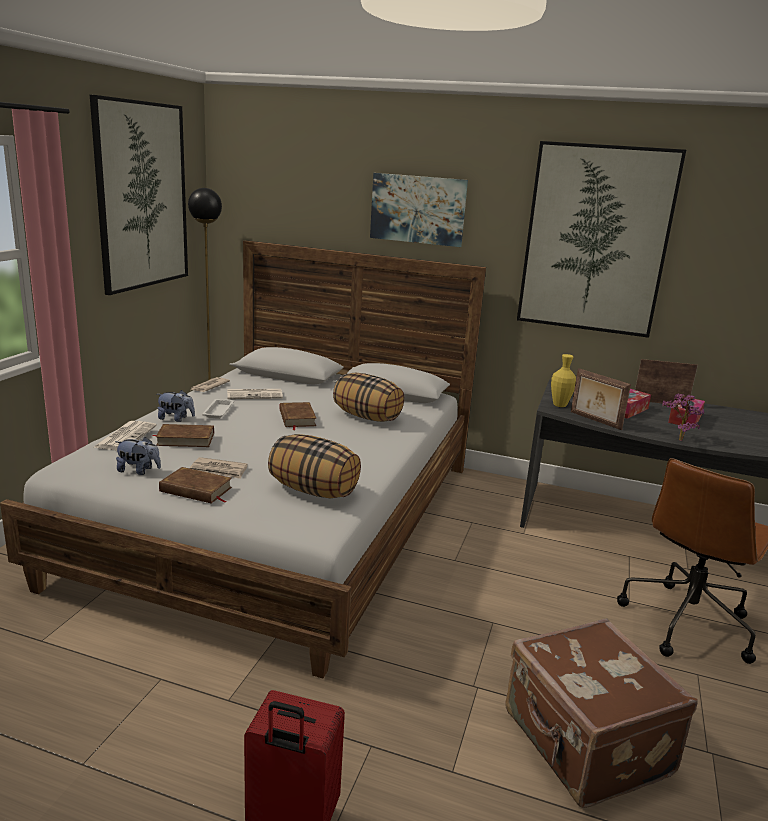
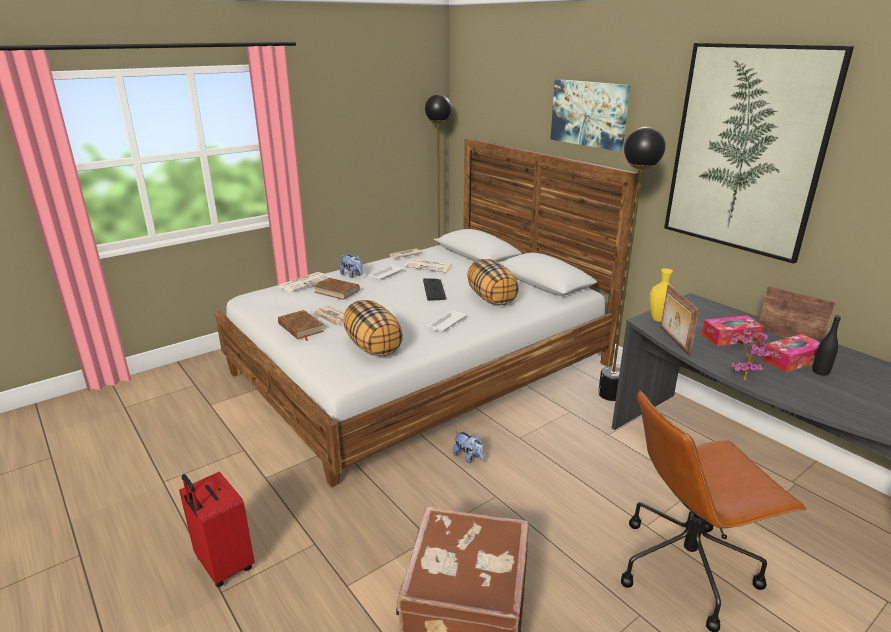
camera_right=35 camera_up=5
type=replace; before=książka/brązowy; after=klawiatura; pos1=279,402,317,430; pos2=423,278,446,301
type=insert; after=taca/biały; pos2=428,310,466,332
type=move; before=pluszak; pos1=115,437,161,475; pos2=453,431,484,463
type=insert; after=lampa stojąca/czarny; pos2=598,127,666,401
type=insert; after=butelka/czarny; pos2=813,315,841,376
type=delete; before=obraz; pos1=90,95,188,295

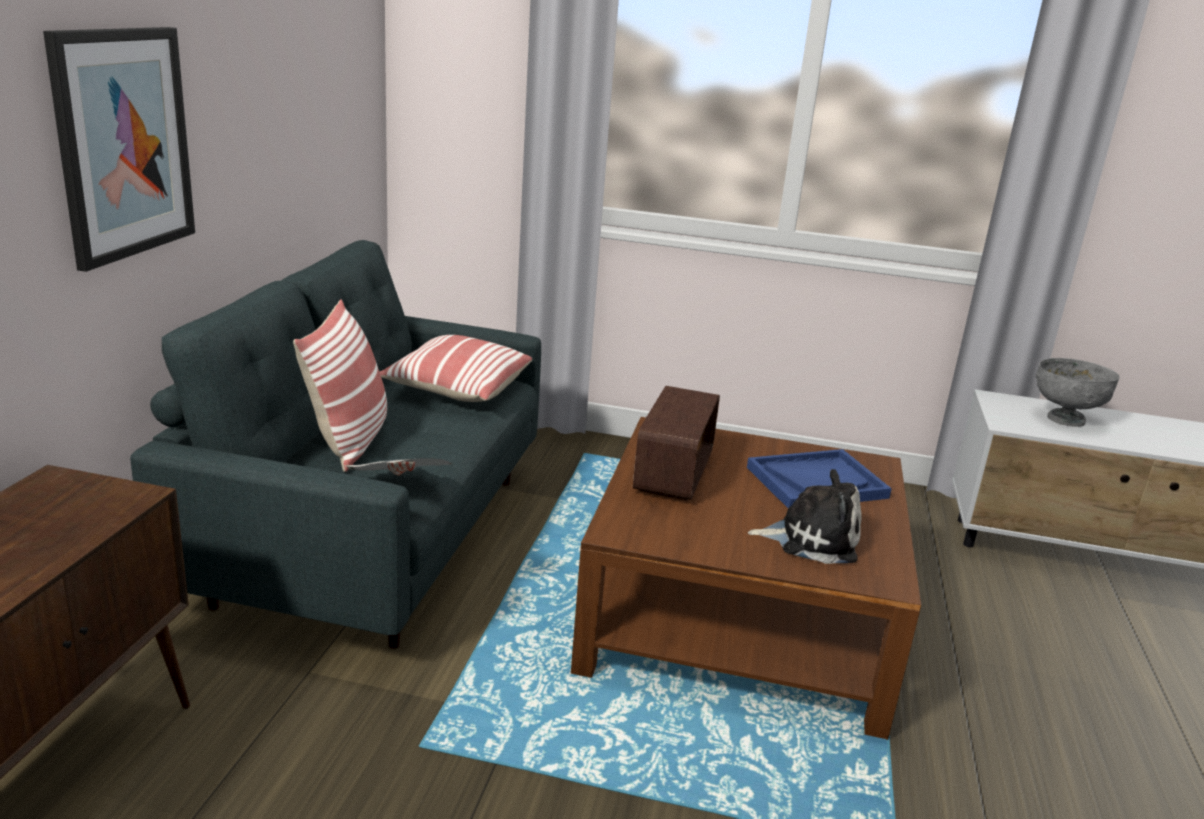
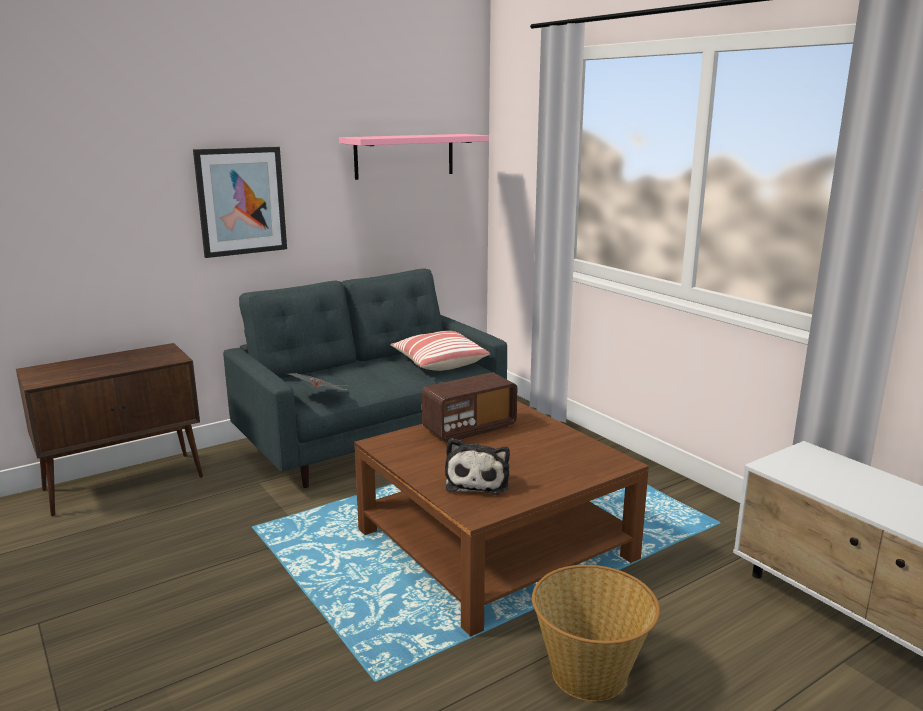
camera_right=45 camera_up=-5
type=insert; after=półka/różowy; pos2=339,134,489,180
type=rotate; before=pluszak; pos1=747,469,861,564; pos2=445,438,510,495; turn=45
type=insert; after=koszyk; pos2=532,565,660,701
type=delete; before=poduszka; pos1=293,299,387,472
type=delete; before=taca/niebieski; pos1=747,449,892,509
type=delete; before=miska/szary; pos1=1036,358,1120,427

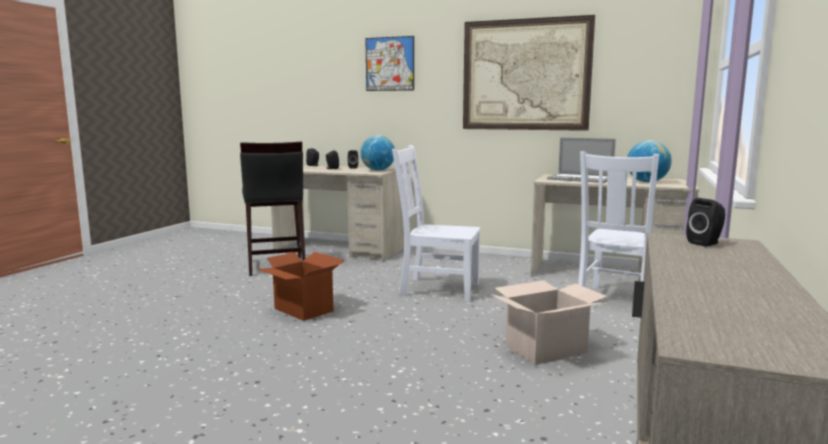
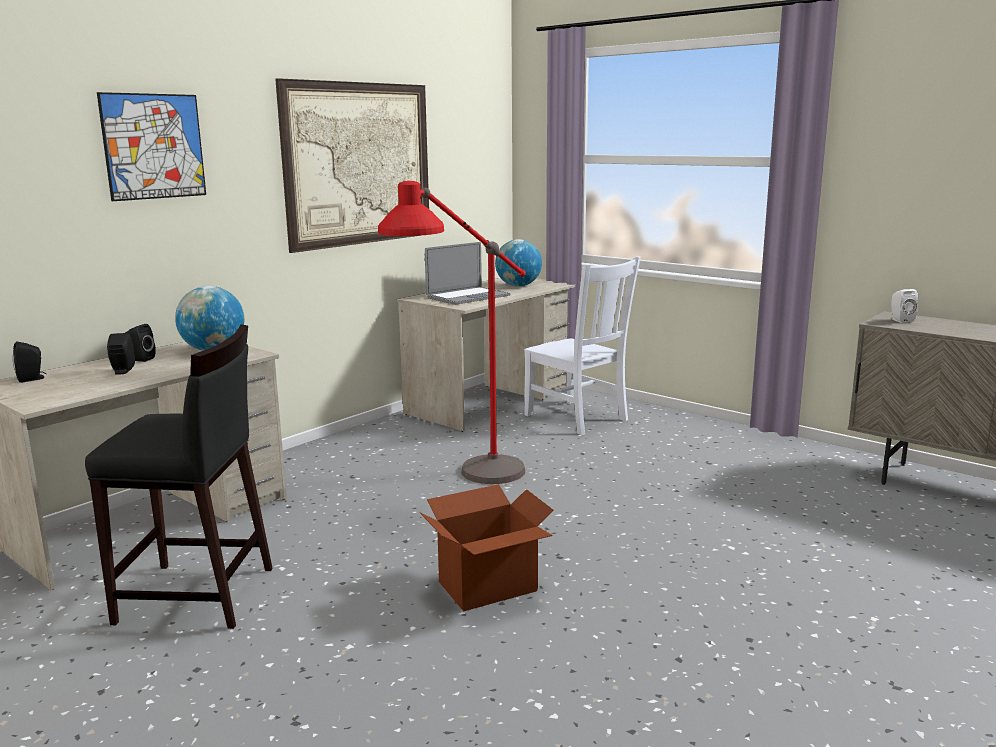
camera_right=-70 camera_up=5
type=replace; before=krzesło/biały; after=lampa stojąca/czerwony; pos1=392,145,480,301; pos2=378,181,526,484
type=recolor; before=głośnik/czarny; after=głośnik/biały; pos1=686,198,725,247; pos2=891,289,918,323
type=delete; before=karton; pos1=490,280,608,365

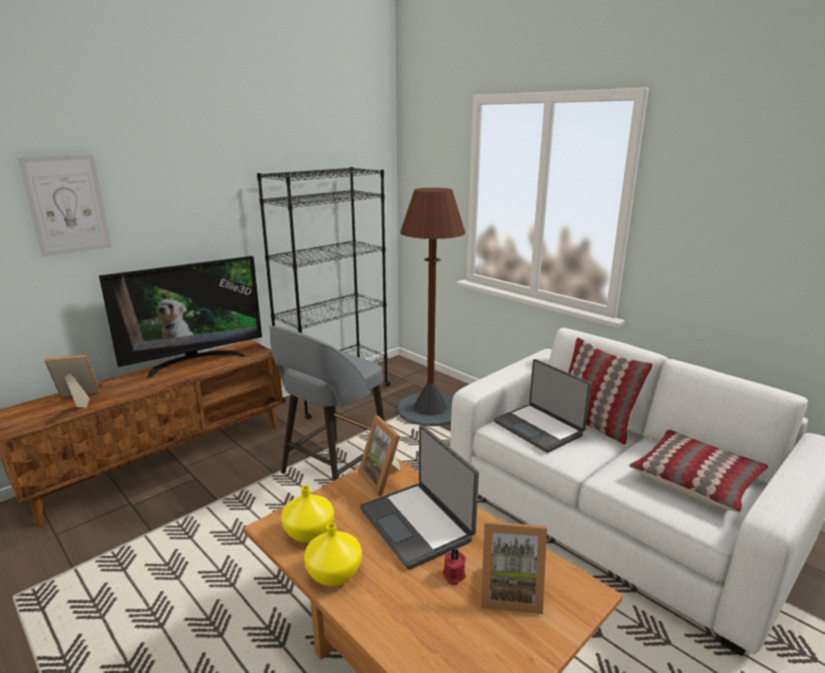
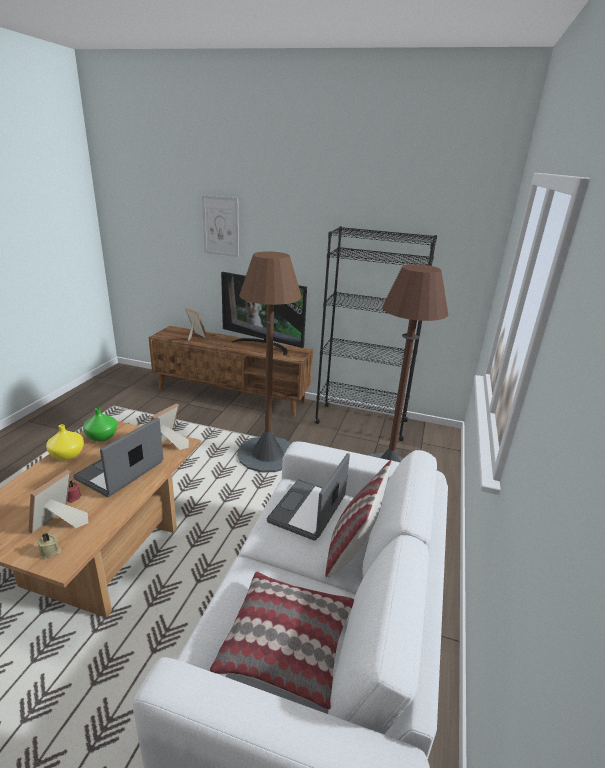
camera_right=60 camera_up=5
type=rotate; before=ramka na zdjęcie; pos1=481,521,547,614; pos2=29,469,88,534; turn=45
type=insert; after=świeca/beżowy; pos2=37,533,61,559
type=recolor; before=wazon/żółty; after=wazon/zielony; pos1=281,485,334,542; pos2=83,408,117,442
type=replace; before=stołek/szary; after=lampa stojąca/brązowy; pos1=270,326,385,481; pos2=237,251,302,472

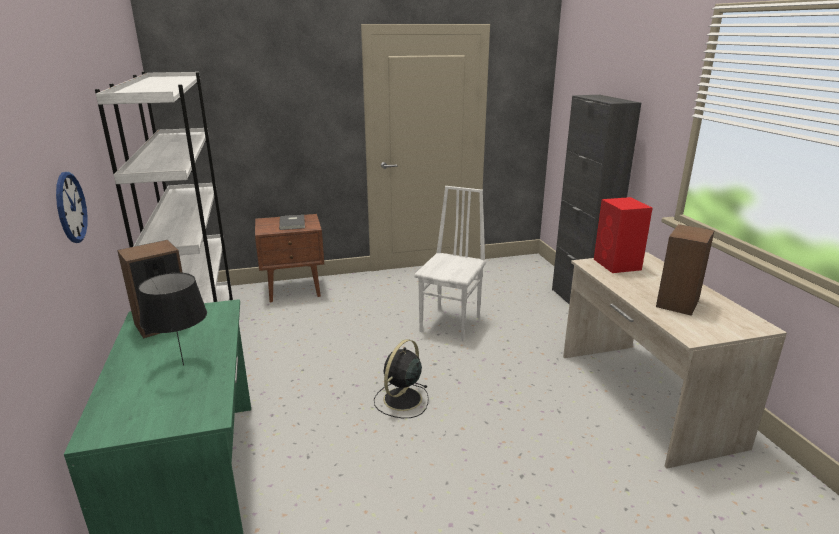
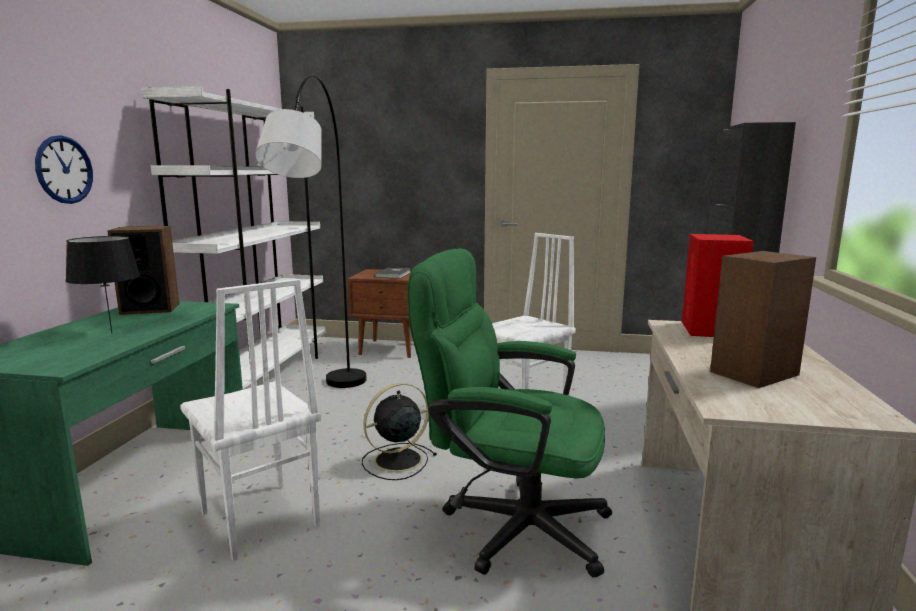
camera_right=25 camera_up=-10
type=insert; after=krzesło/biały; pos2=180,279,321,561
type=insert; after=lampa stojąca/szary; pos2=255,75,367,388
type=insert; after=krzesło biurowe/zielony; pos2=407,248,612,577

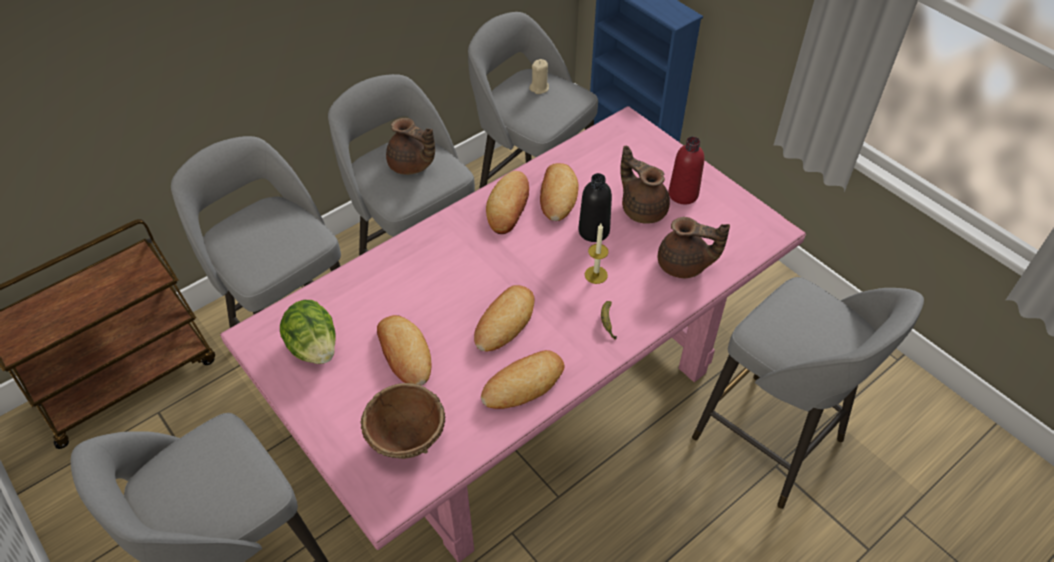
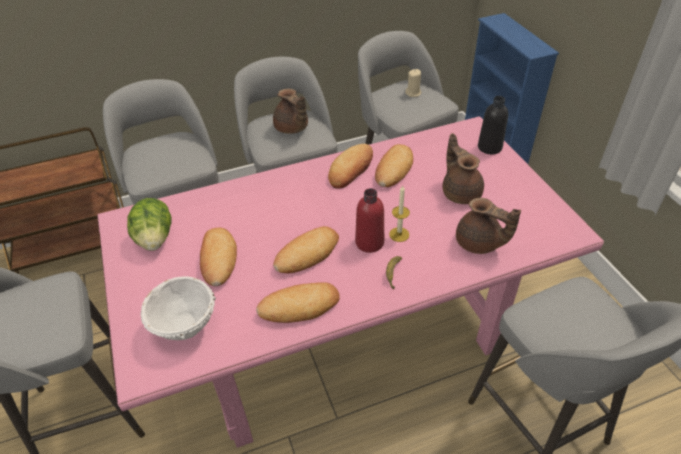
camera_right=20 camera_up=-5
type=recolor; before=miska/brązowy; after=miska/biały; pos1=360,383,446,459; pos2=140,276,216,340
type=move; before=butelka/czerwony; pos1=668,137,704,204; pos2=355,188,384,253
type=move; before=butelka/czarny; pos1=578,173,612,242; pos2=478,96,508,154

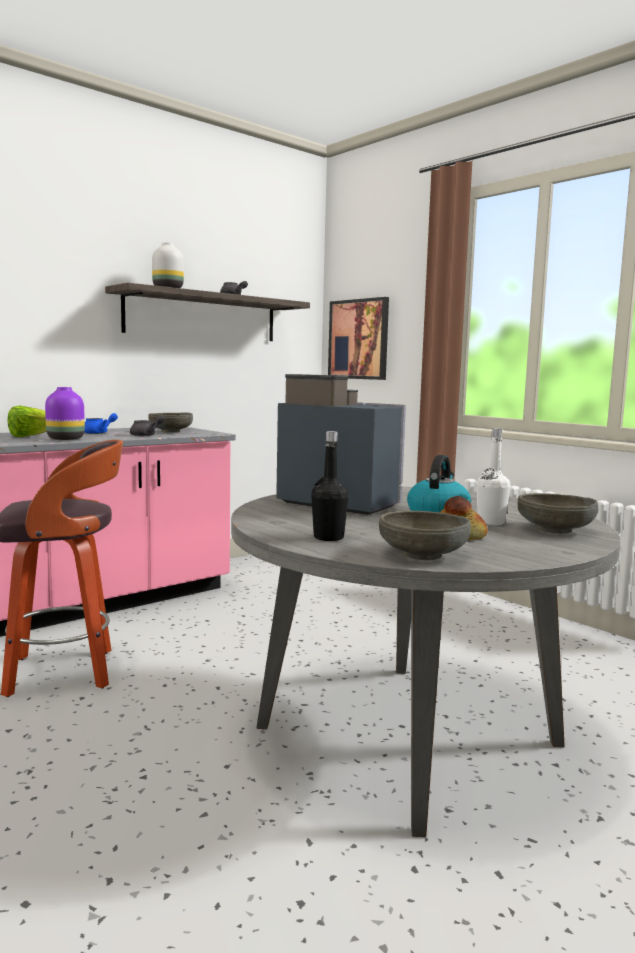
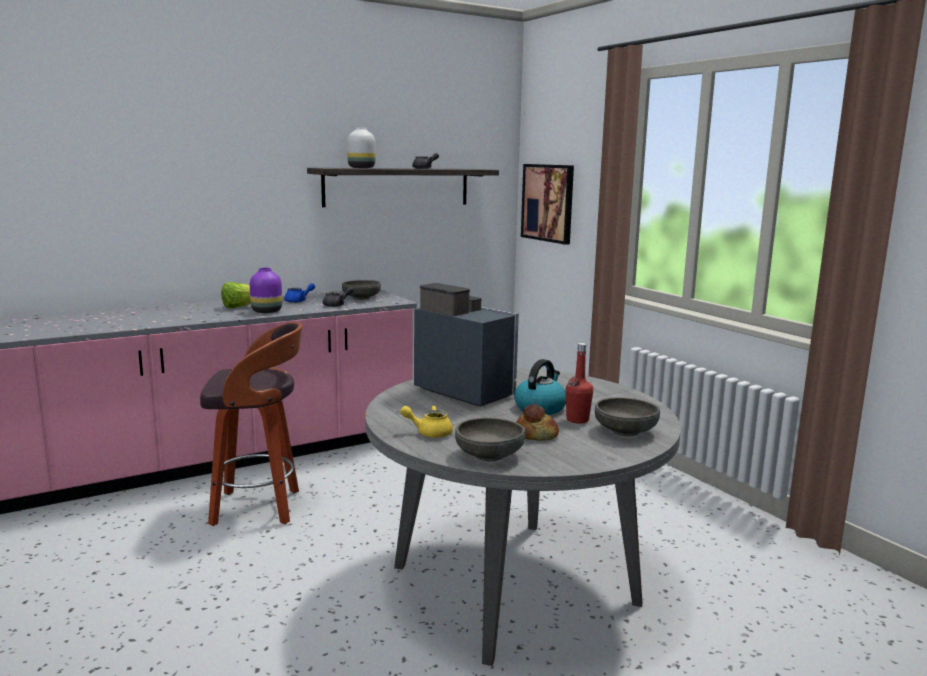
camera_right=10 camera_up=5
type=replace; before=butelka/czarny; after=imbryk/żółty; pos1=311,431,349,541; pos2=400,406,453,438
type=recolor; before=butelka/biały; after=butelka/czerwony; pos1=477,428,511,525; pos2=566,343,593,424

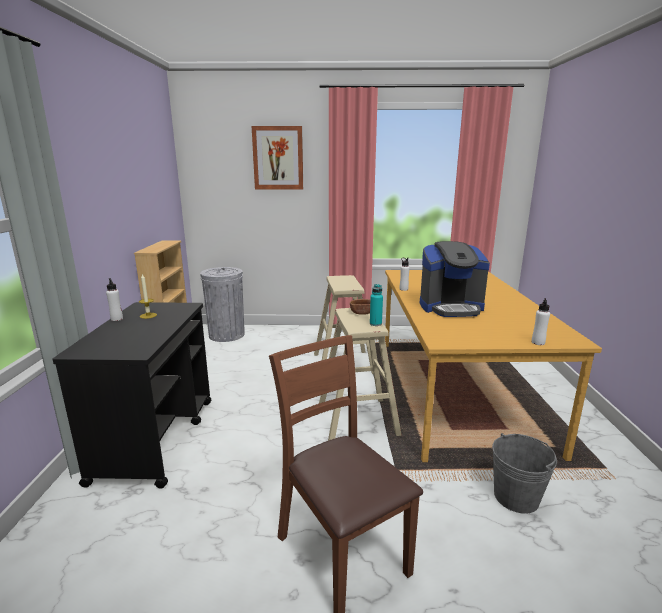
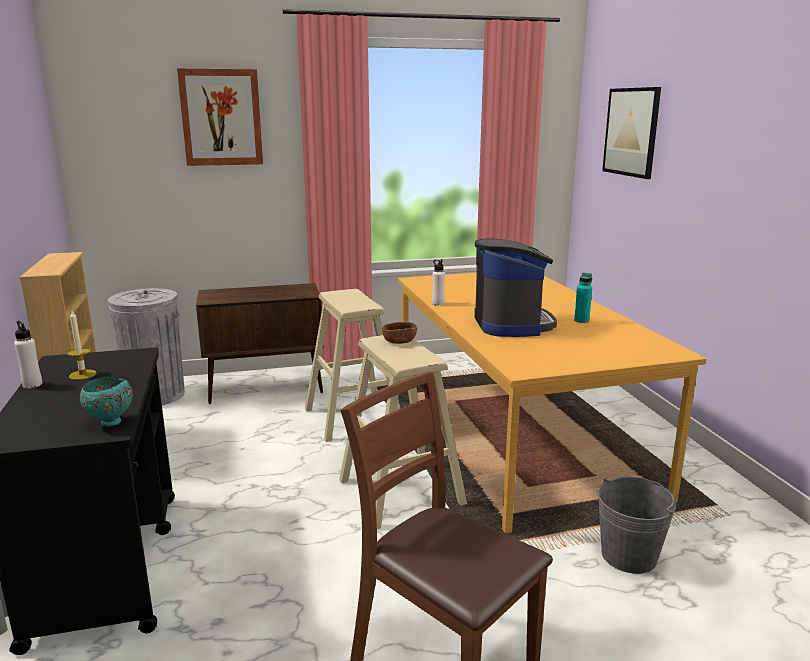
camera_right=-15 camera_up=0
type=insert; after=miska/turkusowy; pos2=80,376,133,427
type=insert; after=szafka/brązowy; pos2=196,283,324,404
type=rotate; before=ekspres do kawy; pos1=420,241,490,317; pos2=474,238,557,337; turn=-75
type=move; before=butelka/turkusowy; pos1=370,284,383,326; pos2=574,272,592,323
type=insert; after=obraz; pos2=602,87,661,179
type=delete; before=butelka/biały; pos1=532,298,550,345

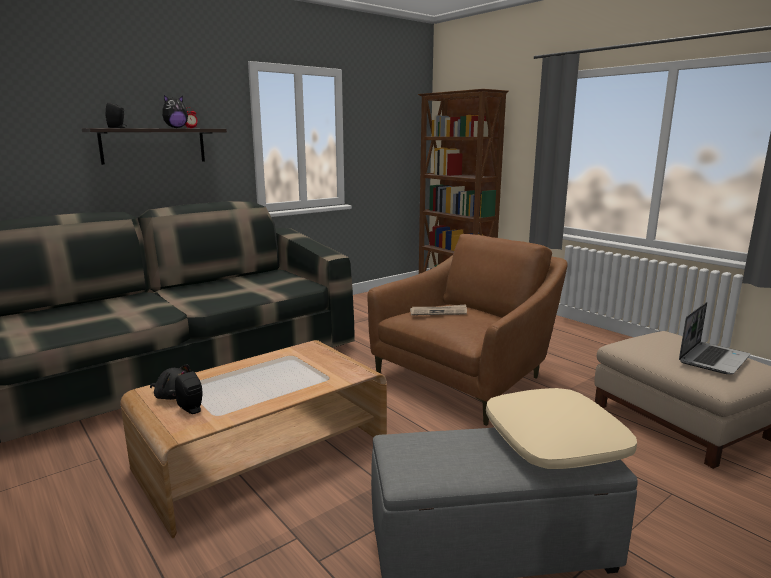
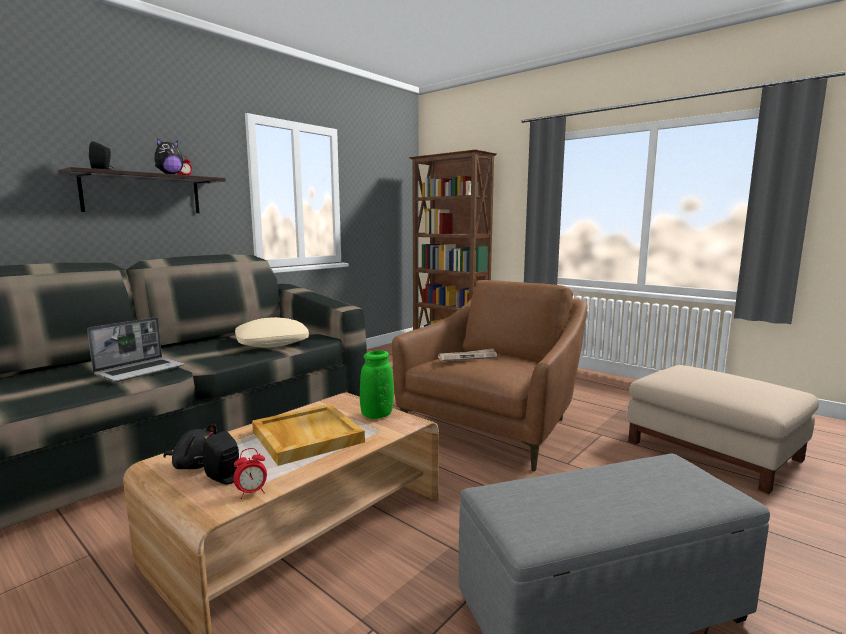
camera_right=-10 camera_up=-5
type=move; before=laptop; pos1=679,302,750,374; pos2=87,317,184,382
type=insert; after=budzik; pos2=233,448,267,499
type=move; before=poduszka/beżowy; pos1=486,388,637,469; pos2=235,317,309,348
type=insert; after=taca/beżowy; pos2=252,404,365,466
type=insert; after=wazon/zielony; pos2=360,351,394,419

